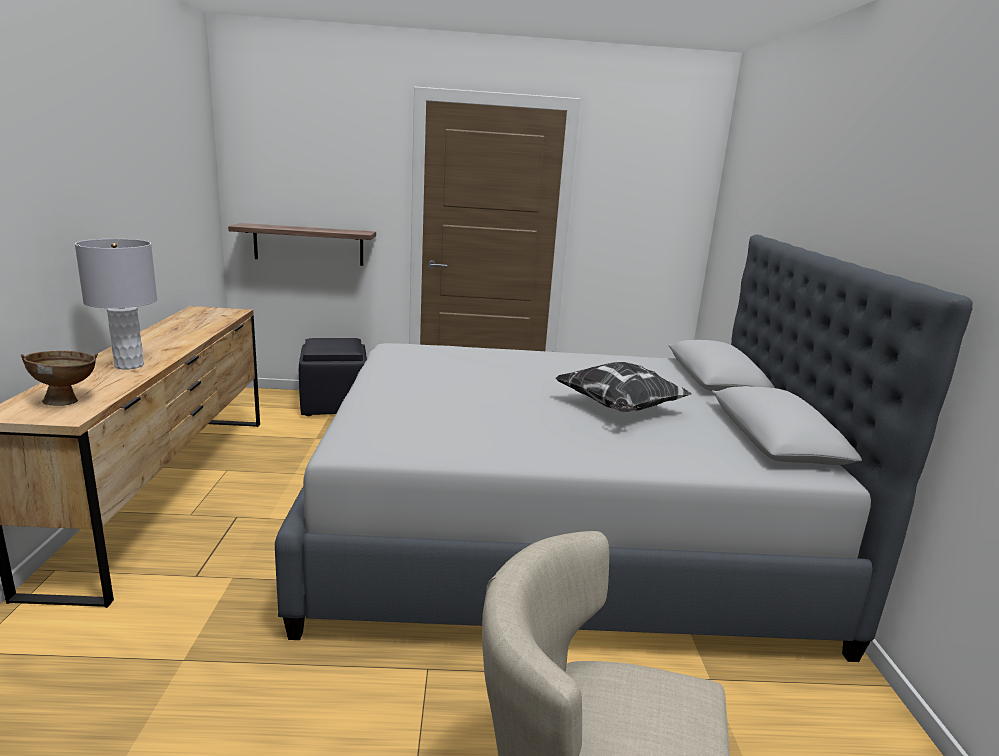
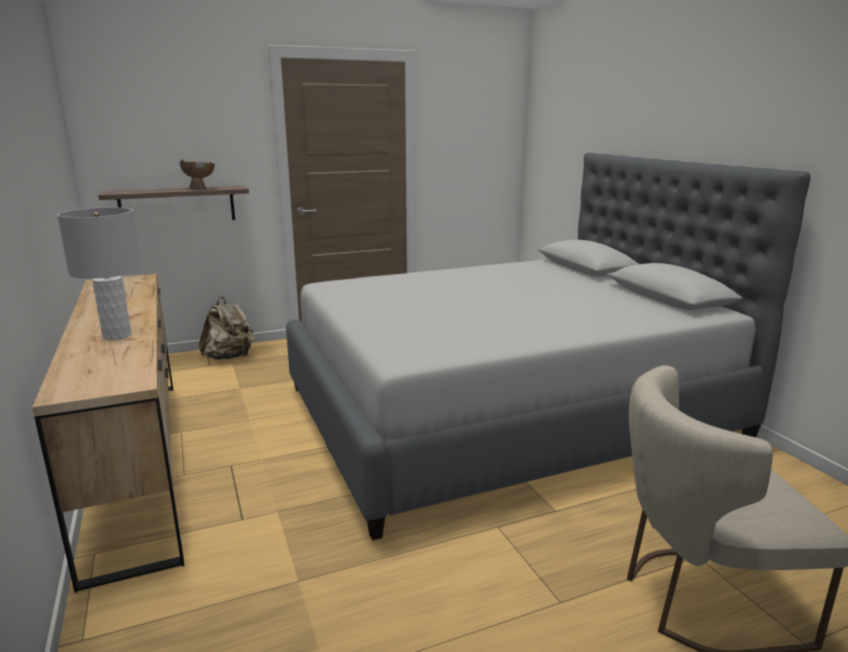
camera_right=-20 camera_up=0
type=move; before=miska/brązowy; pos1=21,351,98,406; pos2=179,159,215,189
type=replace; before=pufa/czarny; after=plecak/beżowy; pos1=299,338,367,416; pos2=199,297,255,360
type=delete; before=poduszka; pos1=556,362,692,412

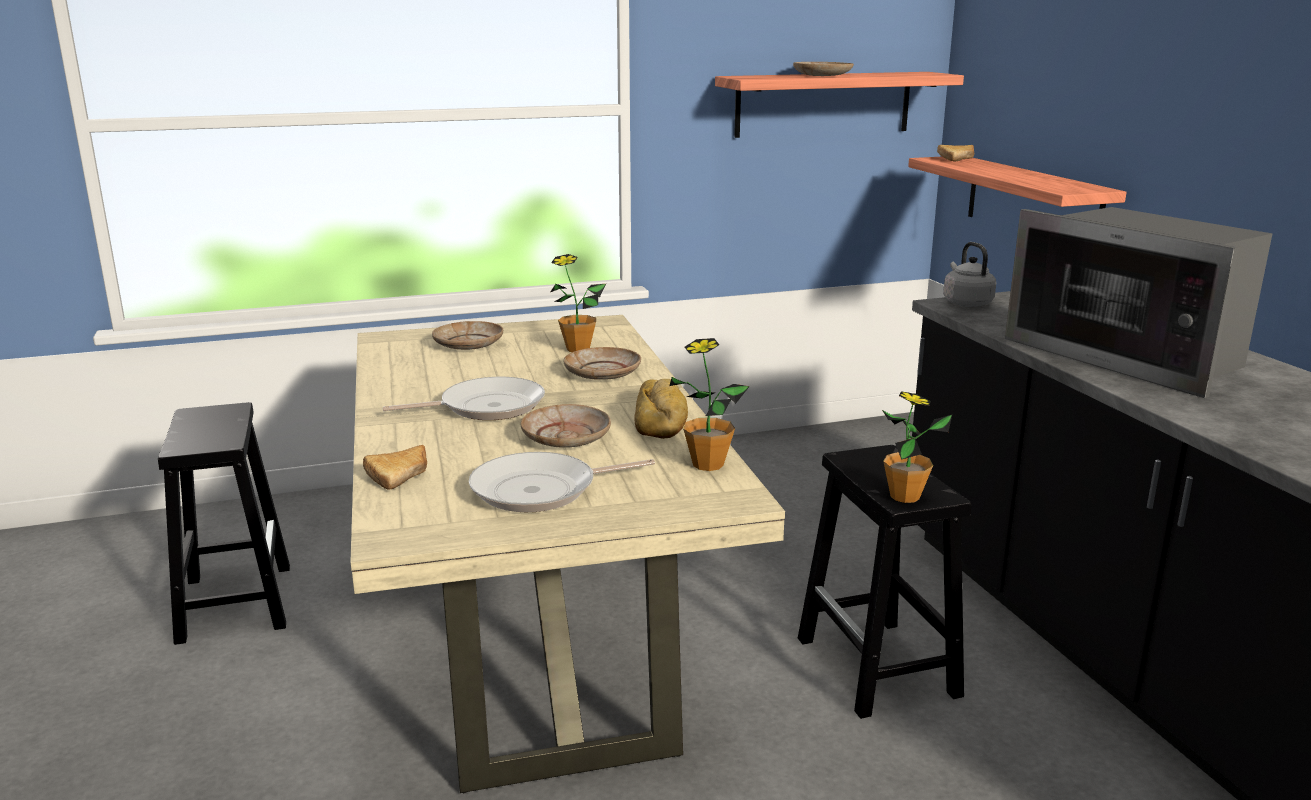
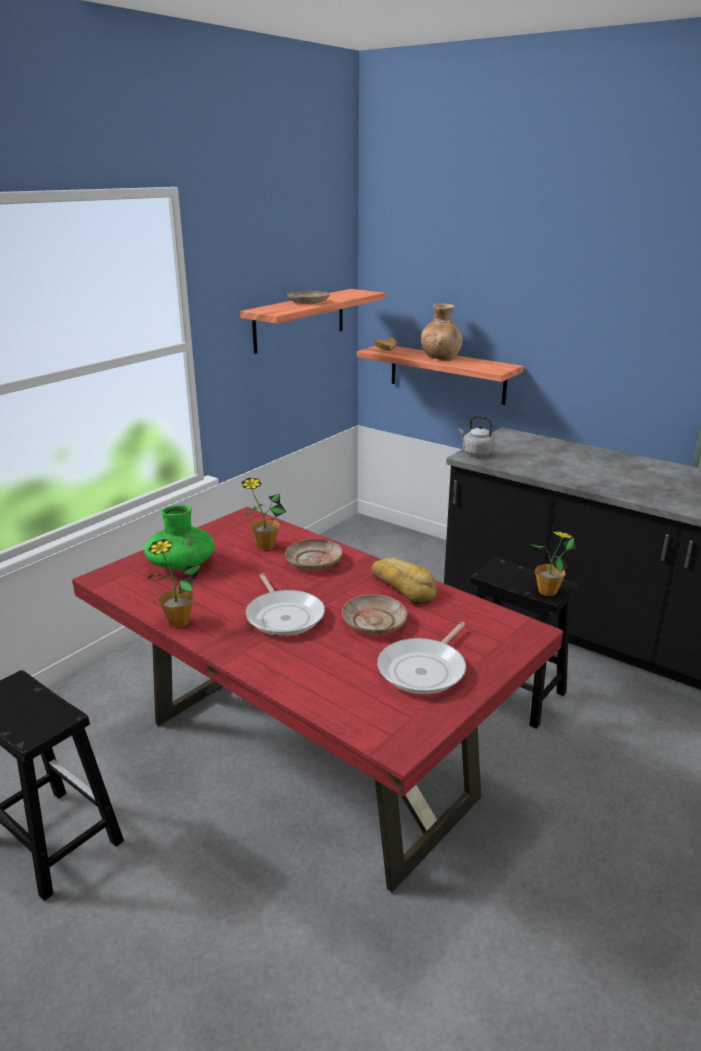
camera_right=-35 camera_up=5
type=recolor; before=stół jadalny/beżowy; after=stół jadalny/czerwony; pos1=350,315,785,793; pos2=72,507,564,892
type=replace; before=talerz/beżowy; after=wazon/zielony; pos1=432,321,503,350; pos2=144,505,215,570
type=move; before=roślina doniczkowa; pos1=669,338,750,471; pos2=147,539,201,628
type=rotate; before=patelnia; pos1=383,377,545,420; pos2=245,574,325,636; turn=120
type=insert; after=wazon/brązowy; pos2=421,303,463,360
type=delete; before=chleb; pos1=363,445,427,490
type=delete; before=mikrofalówka; pos1=1005,207,1273,398

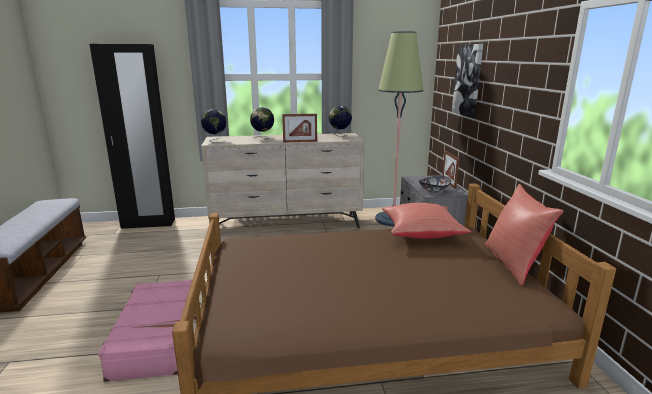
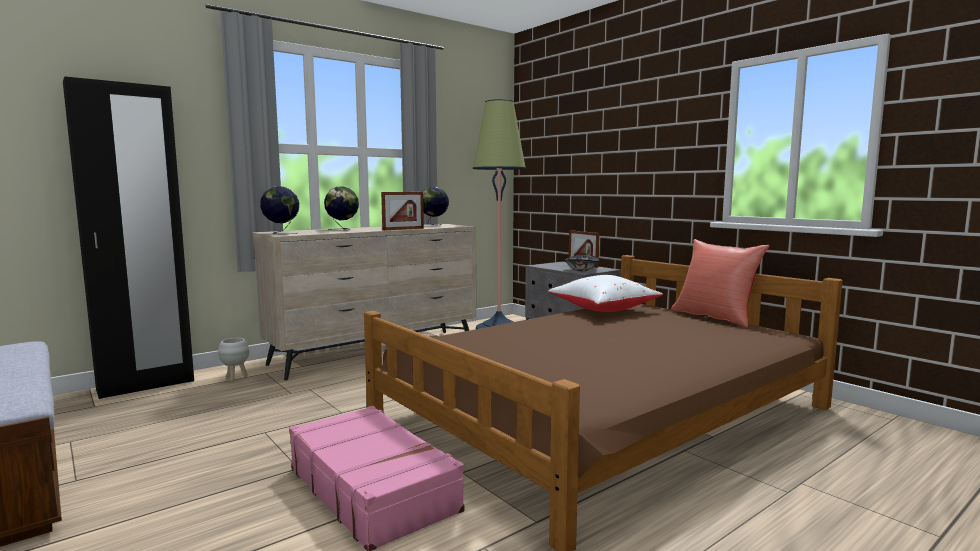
camera_right=-30 camera_up=-10
type=insert; after=donica/biały; pos2=218,338,249,382
type=recolor; before=poduszka/czerwony; after=poduszka/biały; pos1=382,203,471,239; pos2=548,275,663,312
type=delete; before=obraz; pos1=452,44,483,118

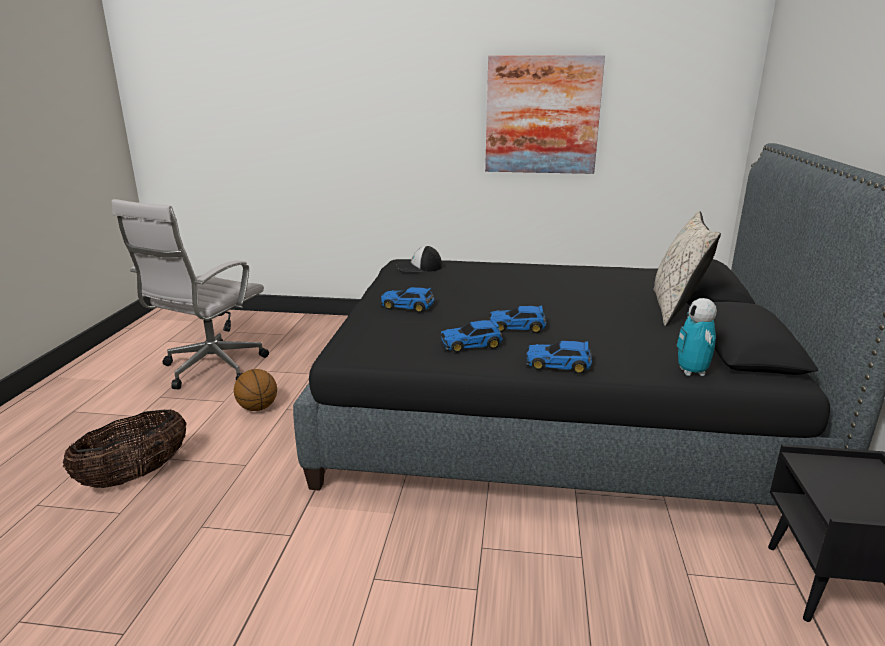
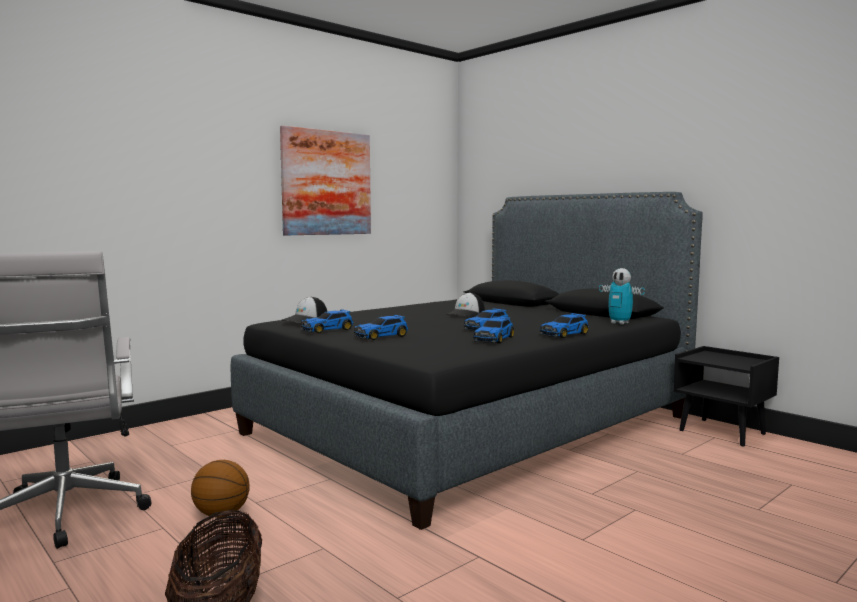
camera_right=-50 camera_up=-15
type=insert; after=samochodzik; pos2=301,309,354,333
type=insert; after=czapka z daszkiem; pos2=446,292,485,317
type=delete; before=poduszka/beżowy; pos1=653,211,721,326

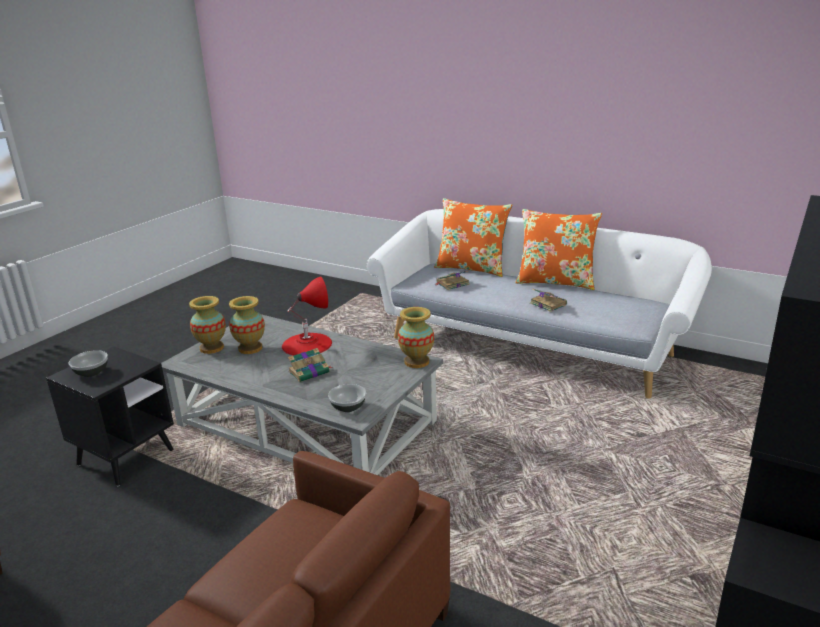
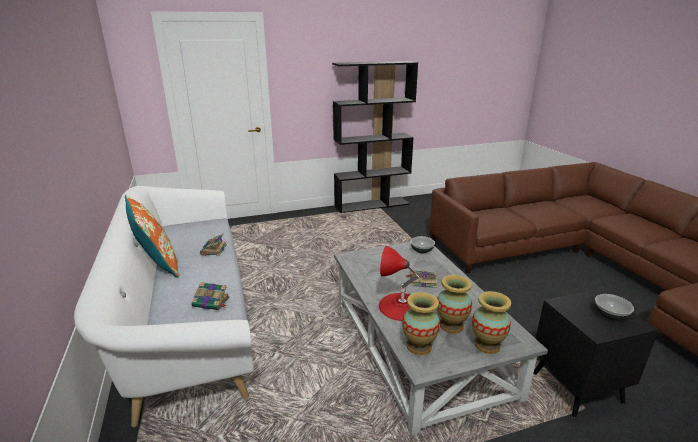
camera_right=-140 camera_up=0
type=move; before=wazon; pos1=398,307,434,368; pos2=402,292,440,355
type=delete; before=poduszka/pomarańczowy; pos1=434,198,512,277

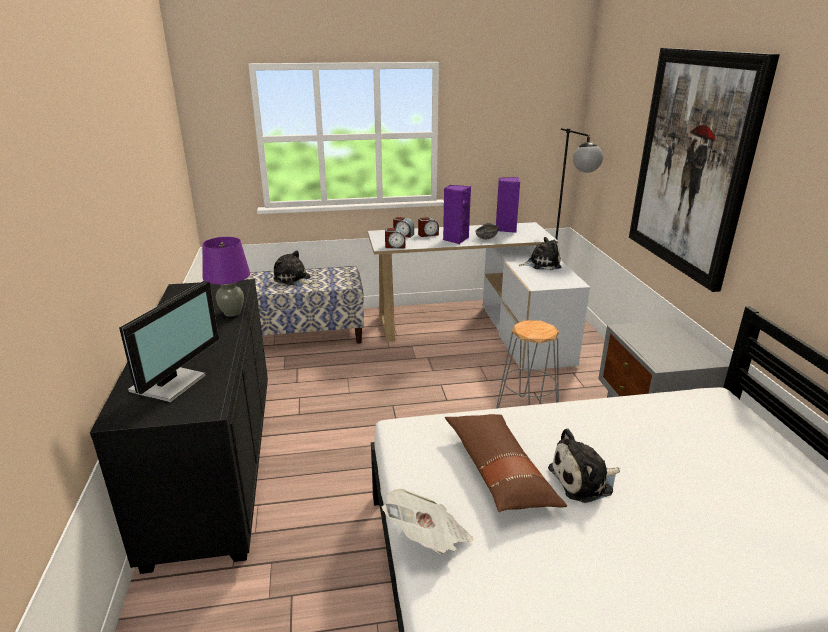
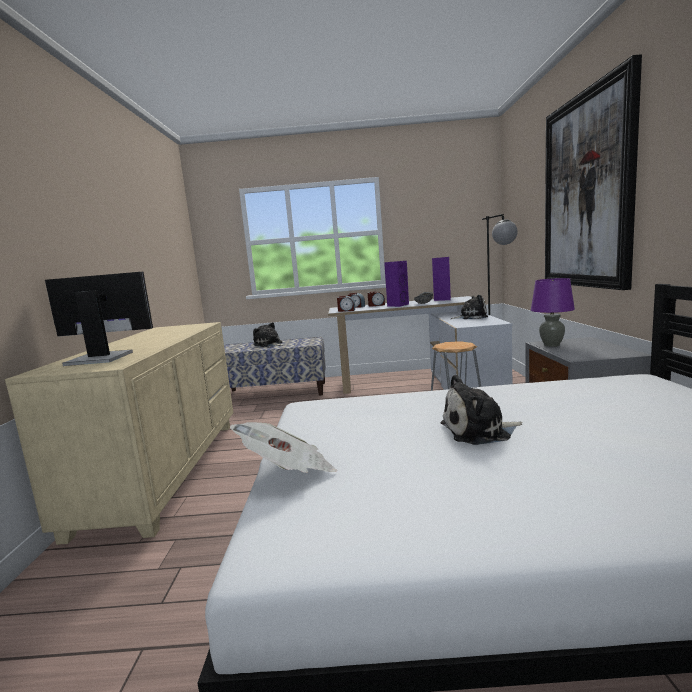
camera_right=10 camera_up=-15
type=recolor; before=komoda/czarny; after=komoda/beżowy; pos1=90,279,268,574; pos2=5,322,233,545
type=rotate; before=monitor; pos1=119,281,219,402; pos2=45,272,153,366; turn=-120
type=move; before=lampa stołowa/fioletowy; pos1=202,237,250,317; pos2=531,278,575,347
type=delete; before=poduszka/brązowy; pos1=445,414,567,512

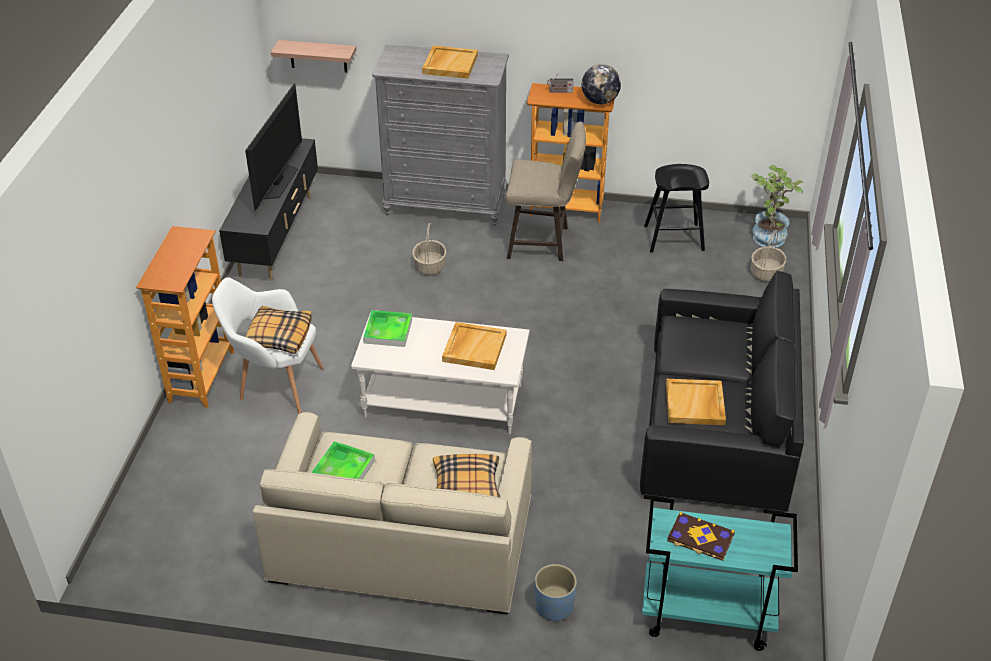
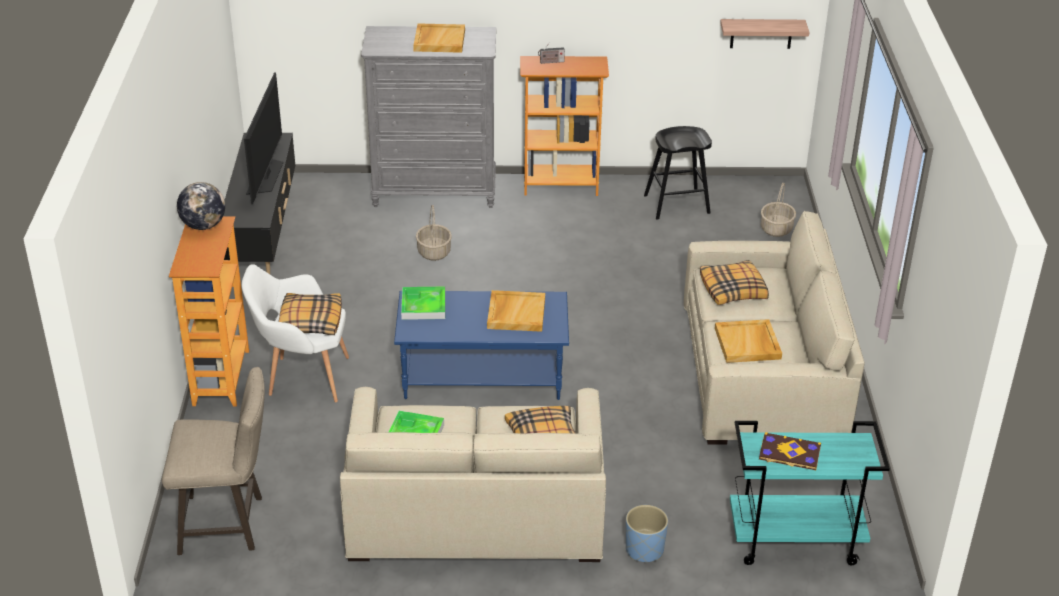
camera_right=-10 camera_up=-5
type=move; before=stołek/beżowy; pos1=506,122,586,261; pos2=162,367,265,555
type=move; before=globus; pos1=582,64,621,104; pos2=177,182,225,230
type=recolor; before=ława/biały; after=ława/niebieski; pos1=351,315,530,434; pos2=394,291,569,400
type=recolor; before=kanapa/czarny; after=kanapa/beżowy; pos1=640,270,804,514; pos2=684,211,865,445
type=insert; after=poduszka; pos2=700,260,769,305
type=move; before=półka; pos1=271,40,356,72; pos2=720,19,809,49
type=delete; before=roślina doniczkowa; pos1=750,165,803,247

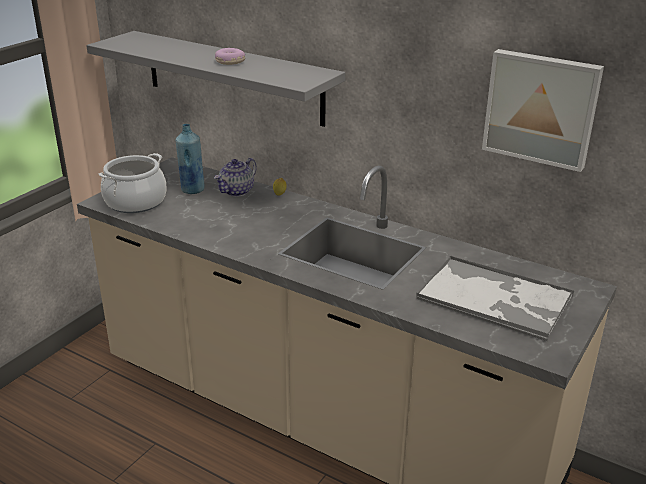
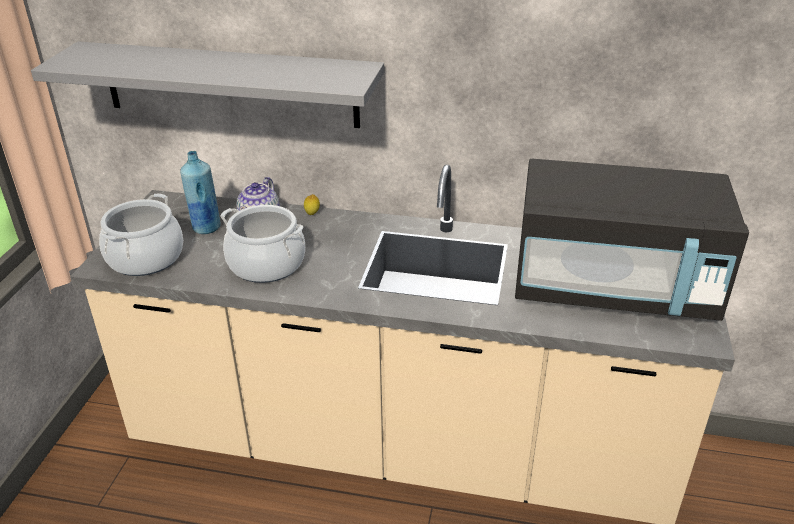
camera_right=-20 camera_up=5
type=insert; after=garnek; pos2=220,205,305,283
type=replace; before=taca; after=mikrofalówka/czarny; pos1=416,256,574,341; pos2=515,159,749,321
type=delete; before=donut; pos1=215,48,245,65
type=delete; before=obraz; pos1=482,49,604,172

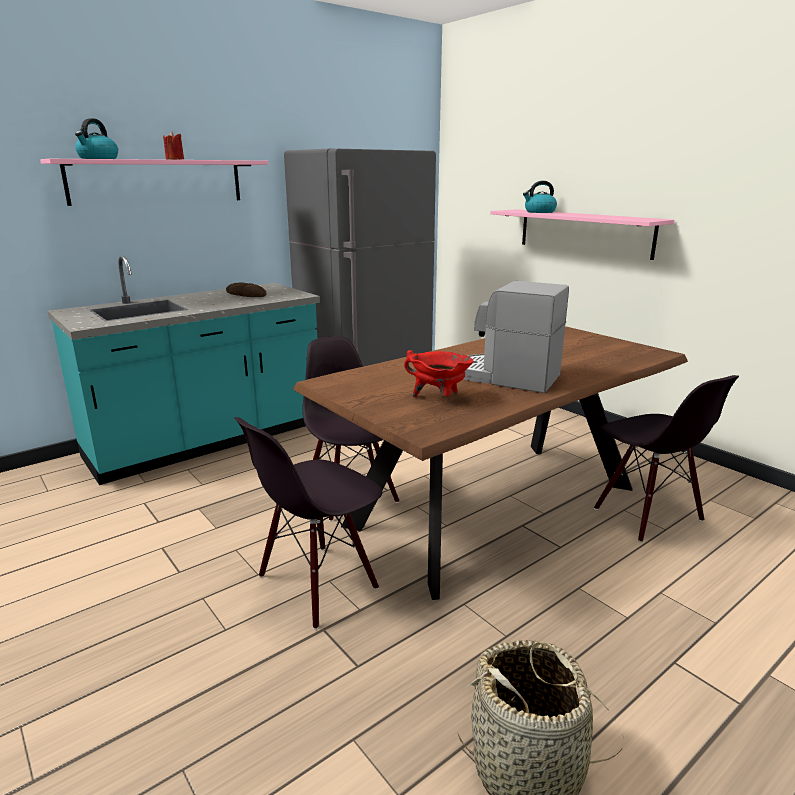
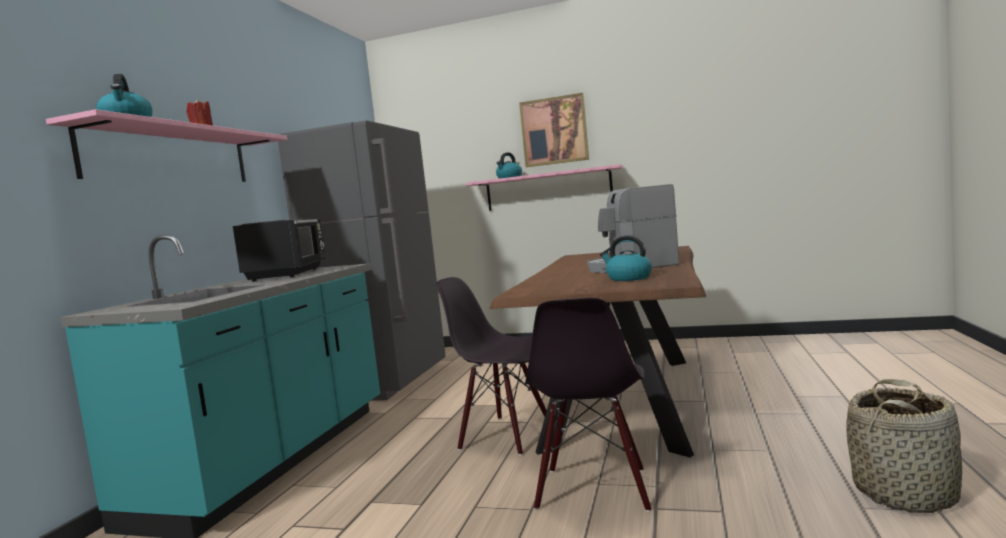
camera_right=-35 camera_up=-15
type=replace; before=chleb; after=mikrofalówka/czarny; pos1=226,282,267,297; pos2=233,218,325,282
type=insert; after=obraz; pos2=519,93,589,167
type=replace; before=garnek/czerwony; after=czajnik; pos1=404,350,474,397; pos2=600,235,652,281
type=delete; before=krzesło/czarny; pos1=594,375,739,542

